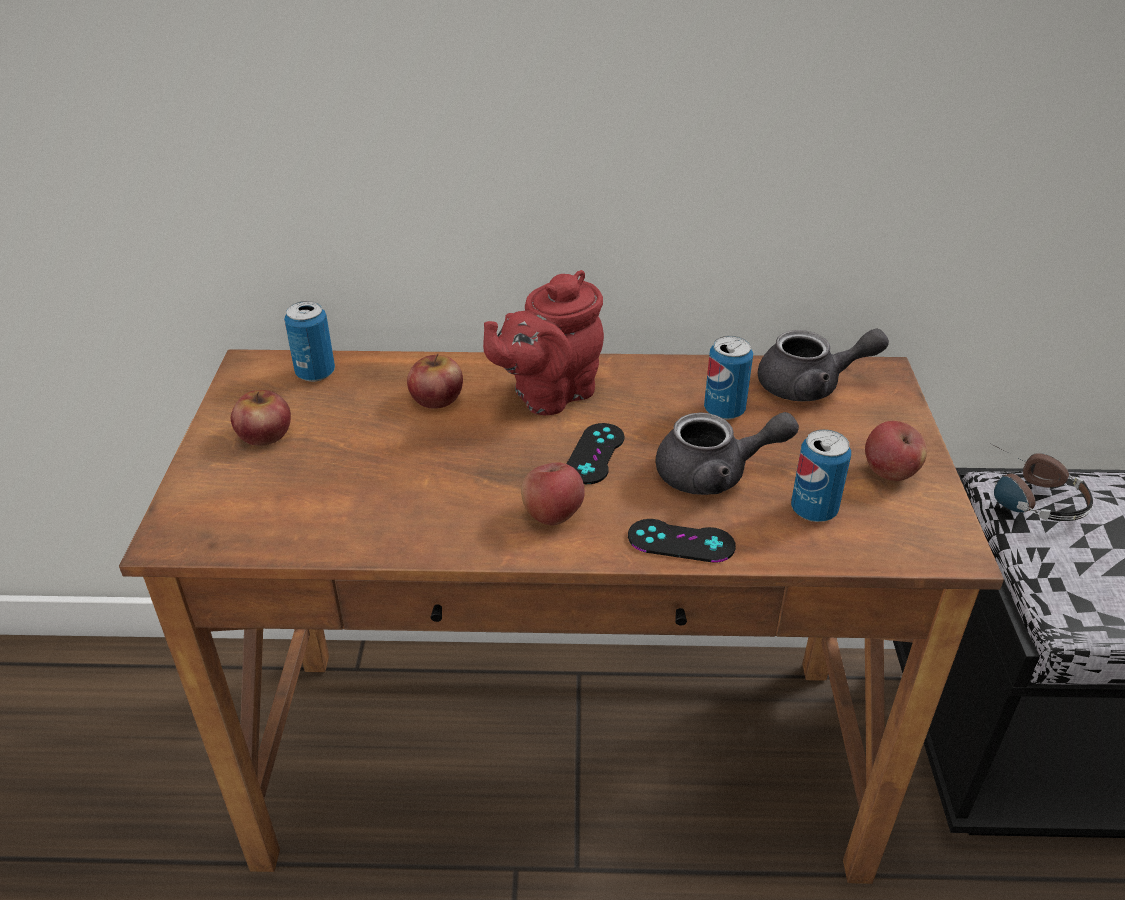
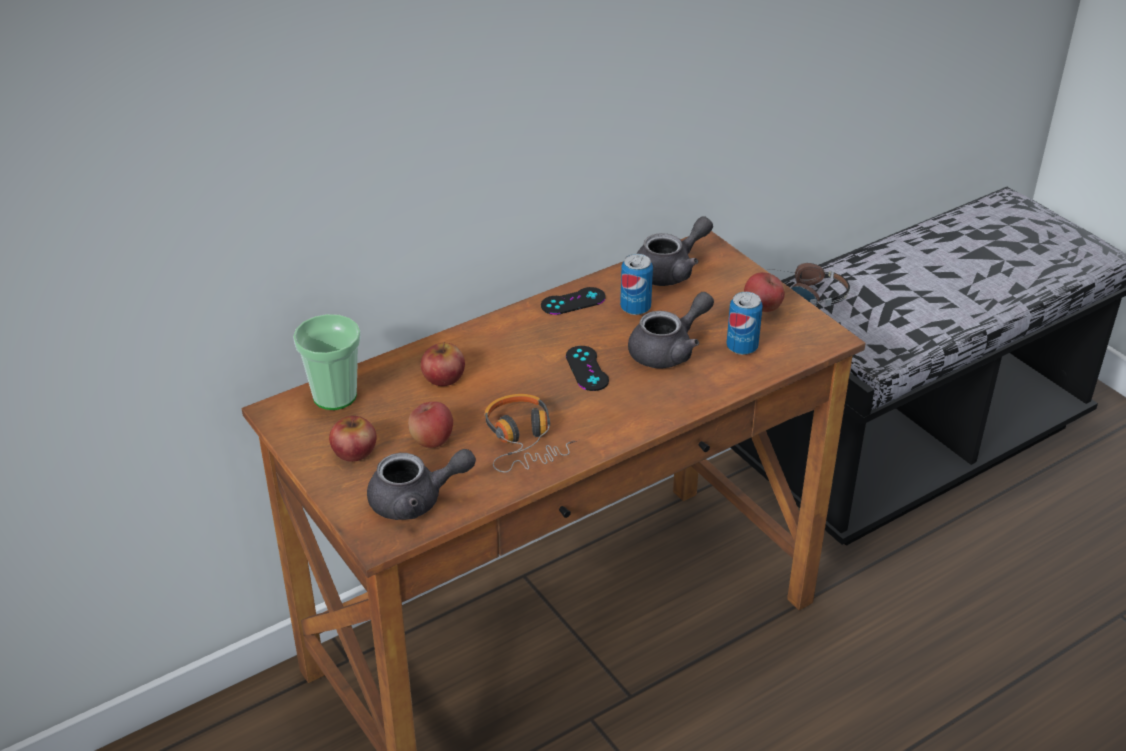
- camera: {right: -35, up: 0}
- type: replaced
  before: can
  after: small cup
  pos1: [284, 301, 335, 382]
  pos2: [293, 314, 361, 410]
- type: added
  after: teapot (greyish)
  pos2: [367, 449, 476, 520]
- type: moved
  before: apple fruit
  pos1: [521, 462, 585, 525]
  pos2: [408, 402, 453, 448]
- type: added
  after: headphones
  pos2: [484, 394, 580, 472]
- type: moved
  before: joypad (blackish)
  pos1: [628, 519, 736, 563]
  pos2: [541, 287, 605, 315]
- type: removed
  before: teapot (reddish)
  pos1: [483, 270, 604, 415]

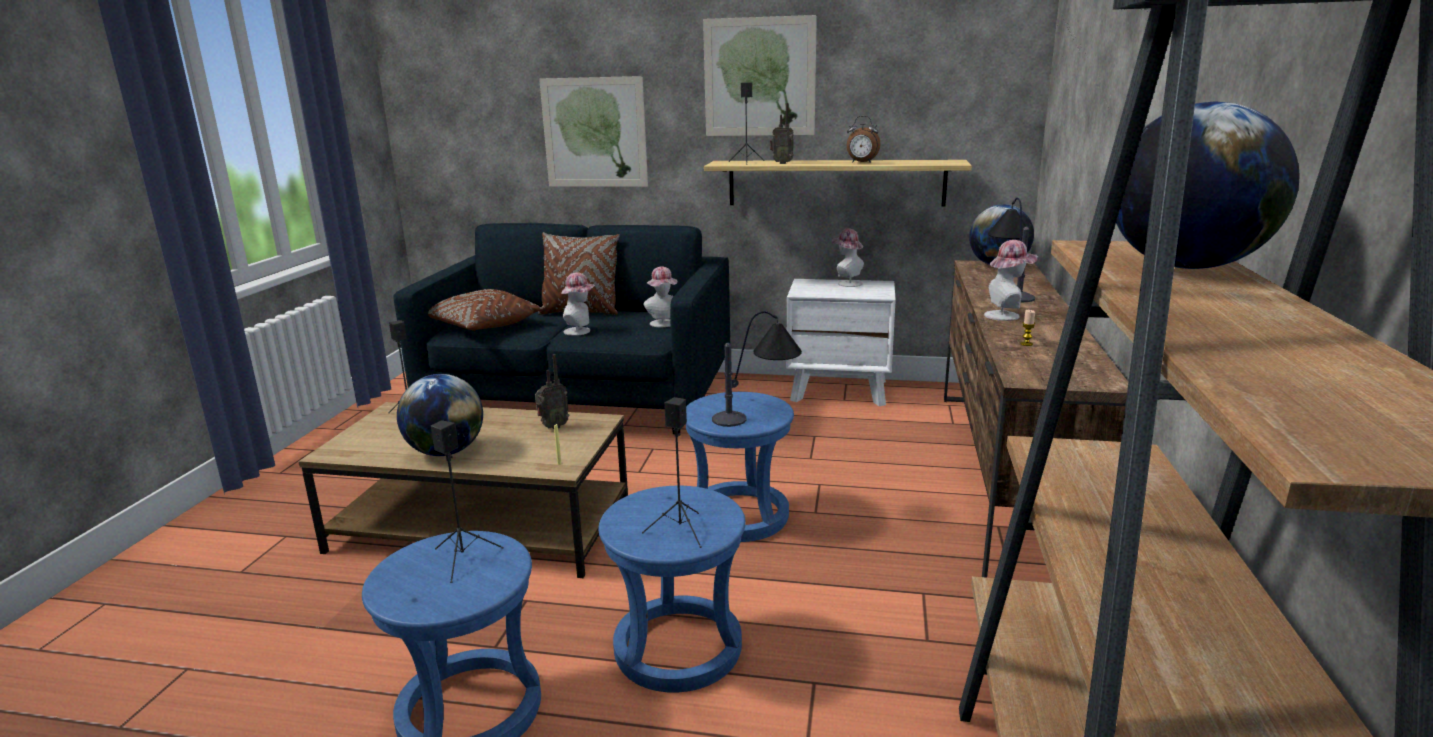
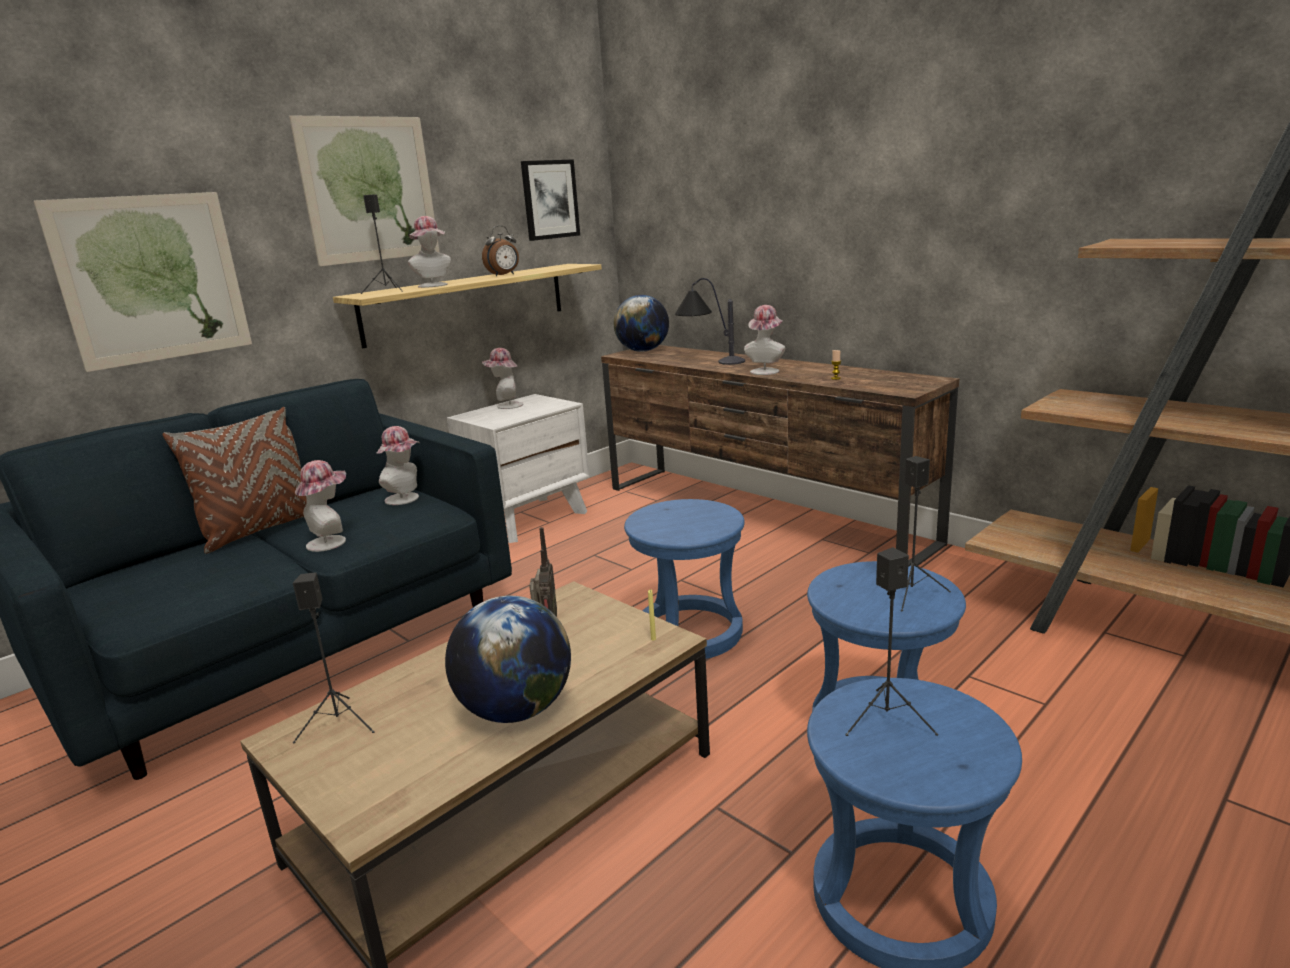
- camera: {right: -55, up: 0}
- type: replaced
  before: radio set
  after: wearable hat
  pos1: [770, 103, 794, 164]
  pos2: [408, 216, 451, 288]
- type: added
  after: wall picture
  pos2: [521, 159, 580, 241]
- type: removed
  before: throw pillow (brown-coloured)
  pos1: [428, 289, 543, 331]
- type: removed
  before: tabletop lamp
  pos1: [712, 311, 802, 427]
- type: removed
  before: desk globe
  pos1: [1116, 101, 1300, 269]

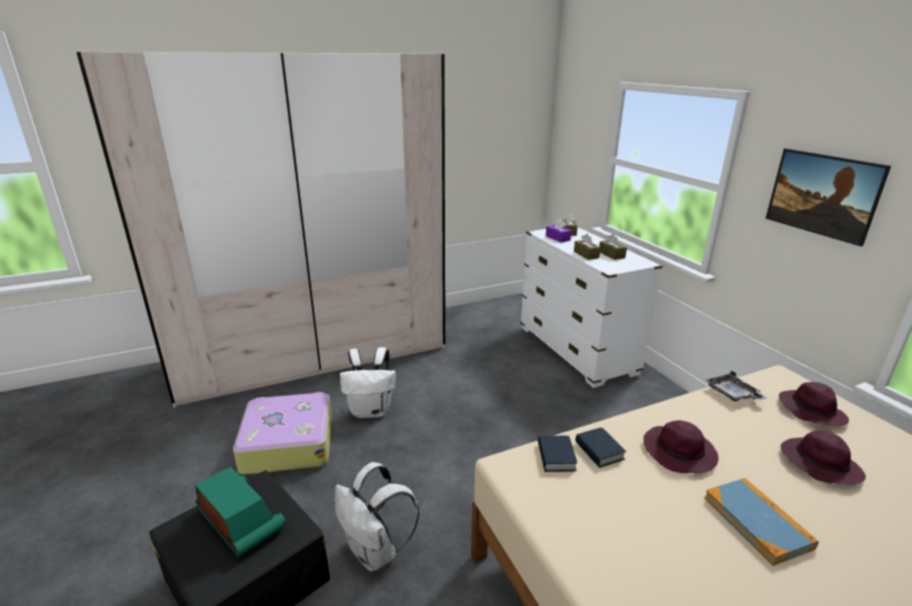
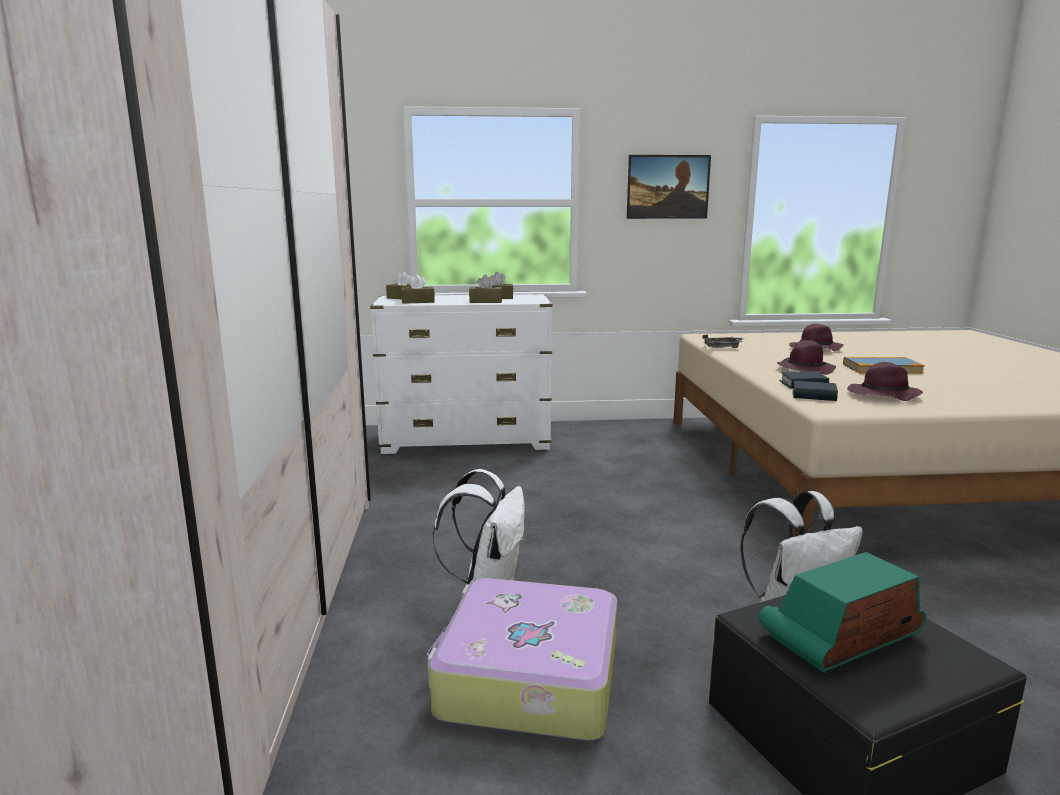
- camera: {right: -70, up: -10}
- type: recoloured
  before: tissue box (purplish)
  after: tissue box (brown-coloured)
  pos1: [546, 219, 571, 243]
  pos2: [401, 274, 435, 304]
- type: moved
  before: wearable hat (purplish)
  pos1: [779, 382, 849, 426]
  pos2: [847, 362, 923, 401]

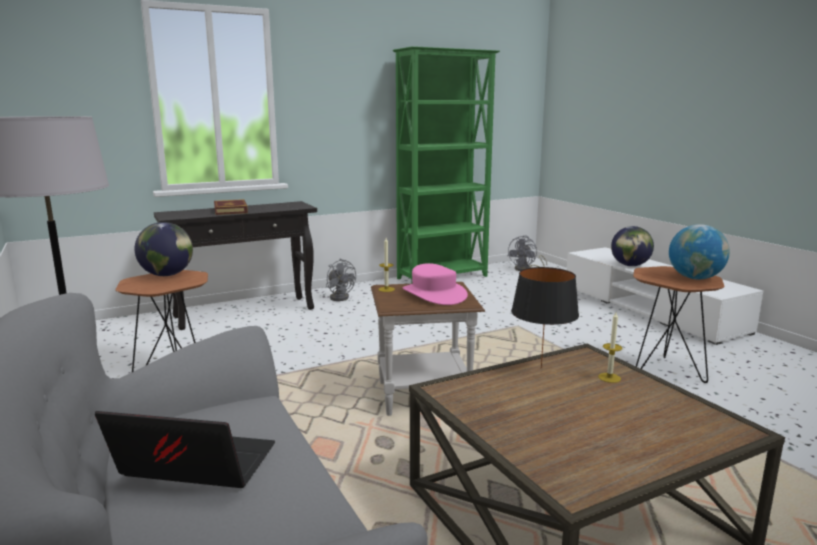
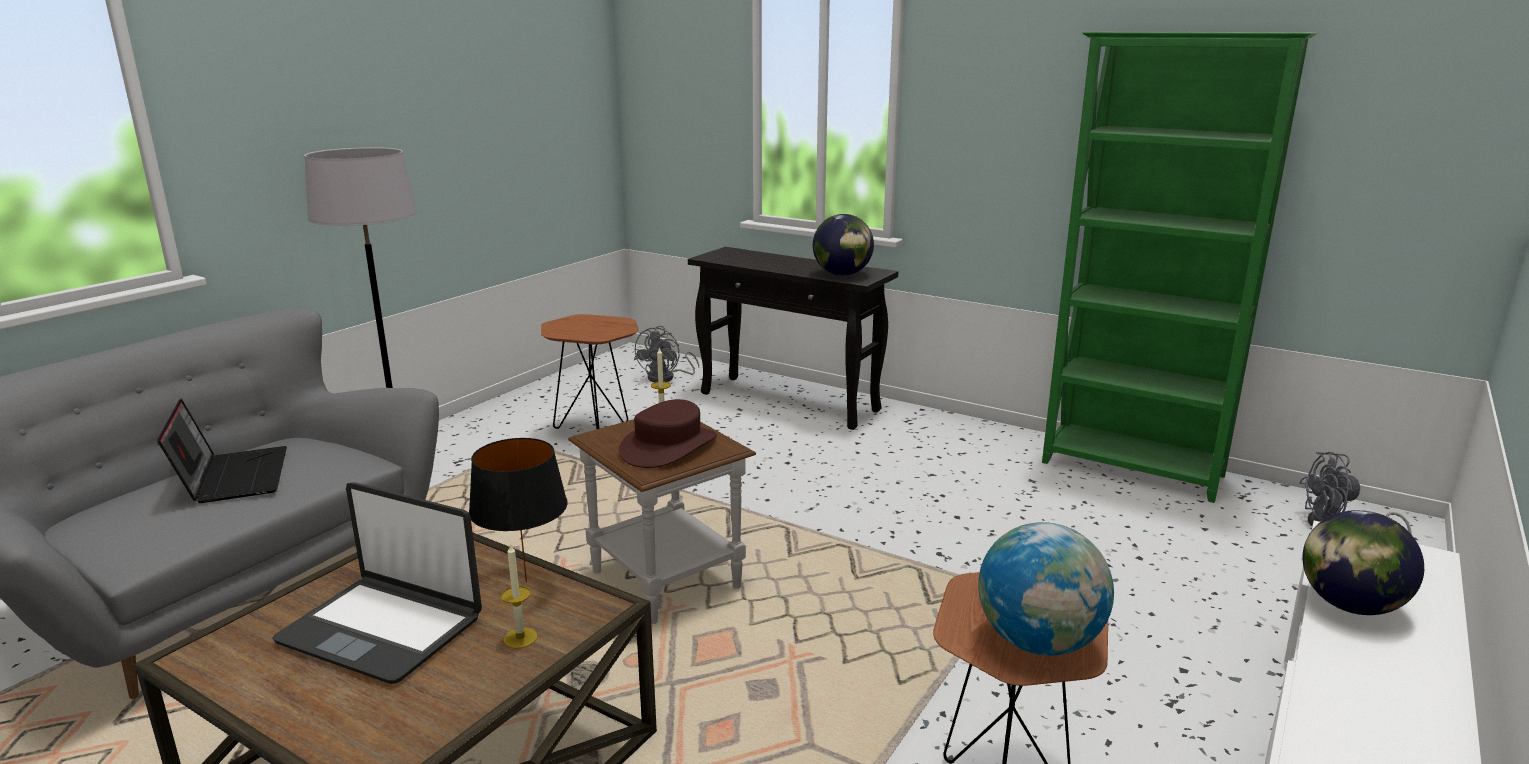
- camera: {right: 60, up: 5}
- type: added
  after: laptop
  pos2: [272, 482, 482, 684]
- type: recoloured
  before: wearable hat (pink)
  after: wearable hat (brown-coloured)
  pos1: [402, 263, 468, 305]
  pos2: [619, 399, 717, 468]
- type: moved
  before: fan (greyish)
  pos1: [326, 259, 356, 301]
  pos2: [634, 326, 699, 382]
- type: moved
  before: desk globe
  pos1: [134, 222, 193, 276]
  pos2: [813, 214, 874, 276]
- type: removed
  before: book
  pos1: [214, 199, 248, 215]

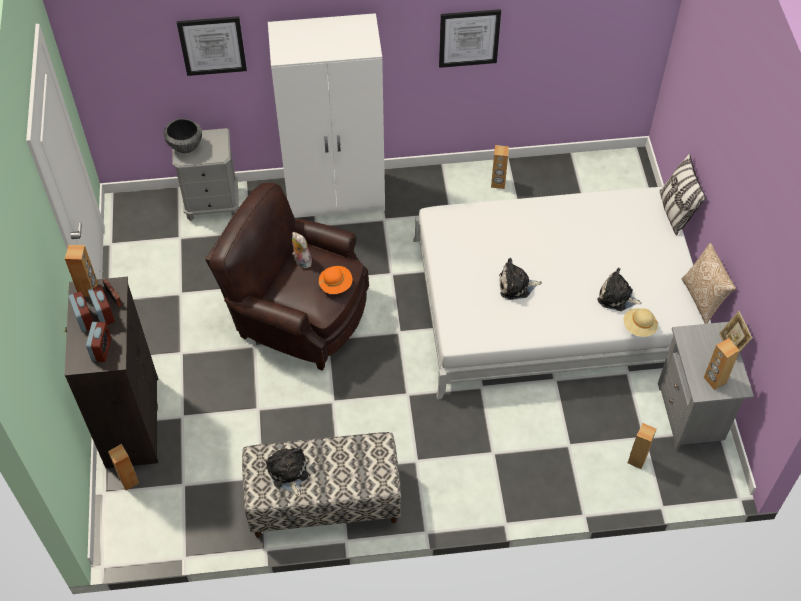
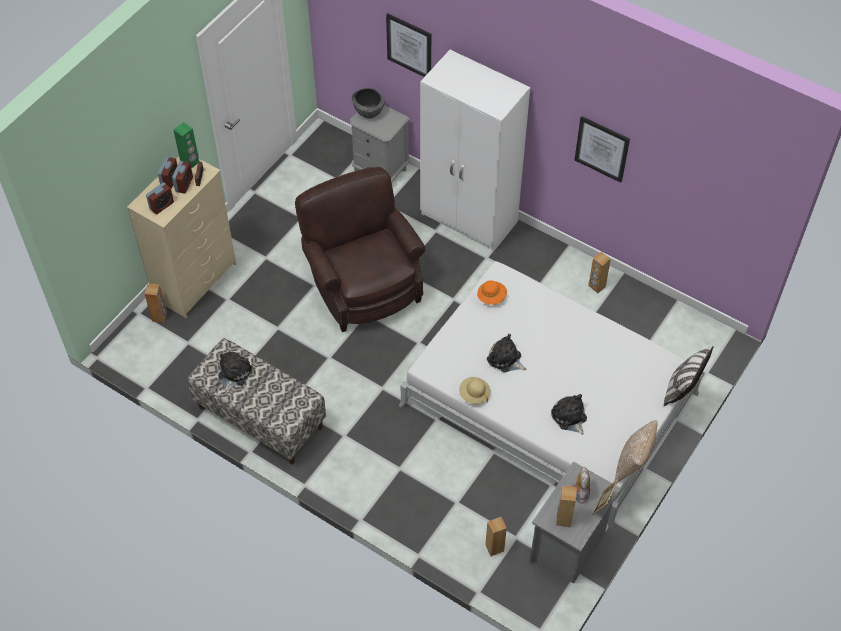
- camera: {right: 40, up: 0}
- type: recoloured
  before: chest of drawers (blackish)
  after: chest of drawers (beige)
  pos1: [63, 277, 158, 468]
  pos2: [127, 156, 236, 318]
- type: recoloured
  before: audio speaker (brown-coloured)
  after: audio speaker (green)
  pos1: [65, 245, 98, 297]
  pos2: [174, 122, 199, 169]
- type: moved
  before: wearable hat (beige)
  pos1: [624, 308, 658, 337]
  pos2: [459, 377, 490, 404]
- type: moved
  before: wearable hat (orange)
  pos1: [319, 266, 352, 294]
  pos2: [477, 280, 507, 305]
- type: moved
  before: plush toy
  pos1: [292, 232, 312, 269]
  pos2: [573, 466, 590, 504]

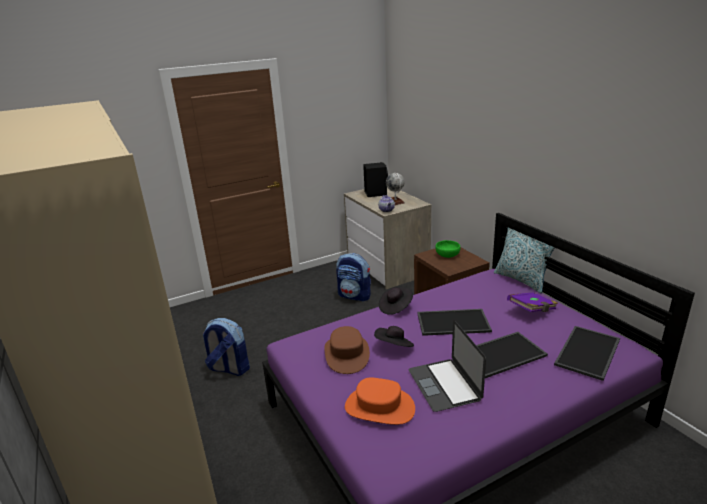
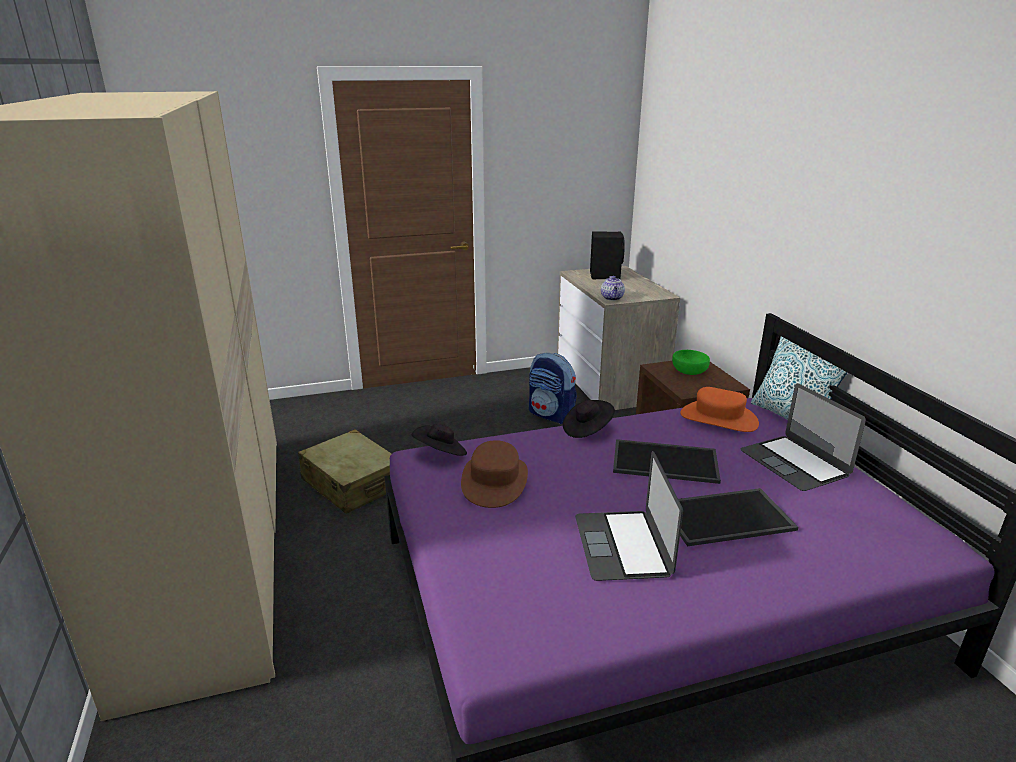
- camera: {right: 10, up: 0}
- type: replaced
  before: backpack
  after: piece of luggage (beige)
  pos1: [203, 318, 250, 376]
  pos2: [298, 429, 392, 514]
- type: moved
  before: wearable hat (blackish)
  pos1: [374, 326, 414, 347]
  pos2: [412, 424, 467, 456]
- type: moved
  before: wearable hat (orange)
  pos1: [345, 378, 415, 425]
  pos2: [680, 387, 759, 432]
- type: replaced
  before: book (purplish)
  after: laptop
  pos1: [507, 292, 558, 312]
  pos2: [741, 383, 866, 491]
- type: removed
  before: desk globe
  pos1: [386, 173, 405, 205]
- type: removed
  before: tray
  pos1: [554, 326, 620, 381]

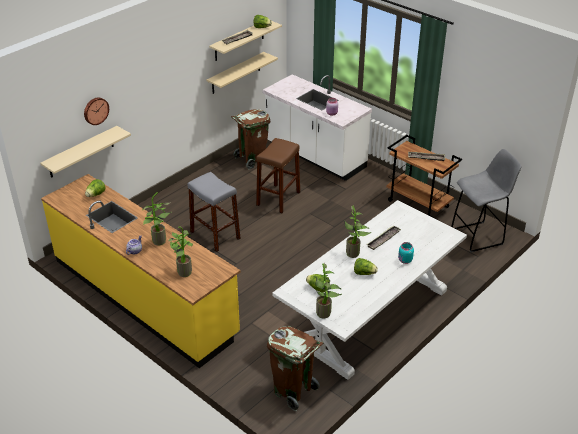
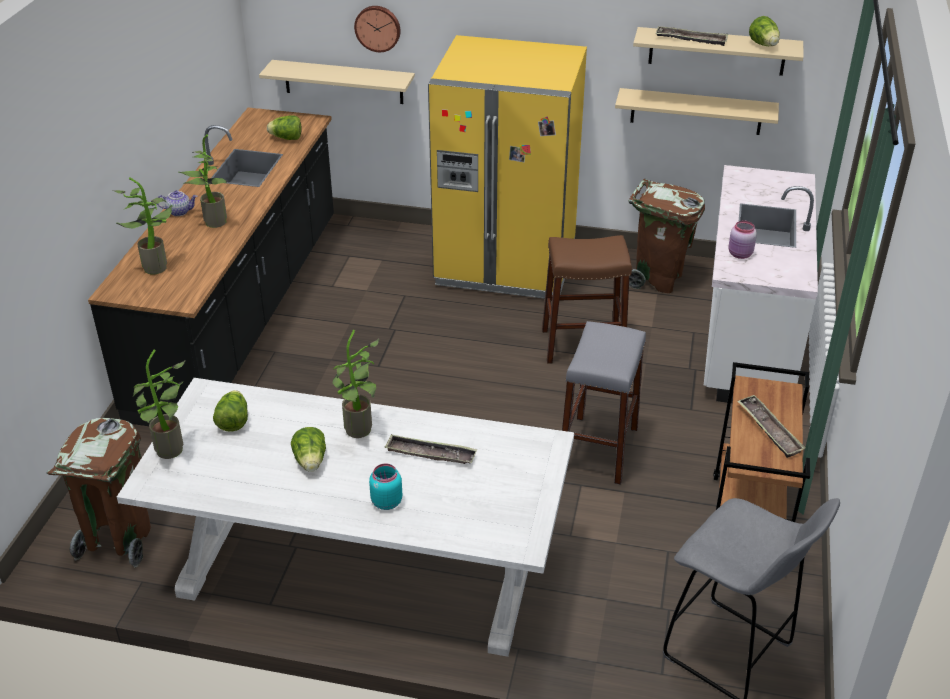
- camera: {right: 60, up: 0}
- type: recoloured
  before: kitchen counter (yellow-coloured)
  after: kitchen counter (blackish)
  pos1: [41, 174, 240, 368]
  pos2: [88, 108, 334, 426]
- type: added
  after: kitchen fridge (yellow-coloured)
  pos2: [428, 35, 587, 299]
- type: moved
  before: stool seat (greyish)
  pos1: [188, 172, 241, 252]
  pos2: [562, 321, 646, 485]

